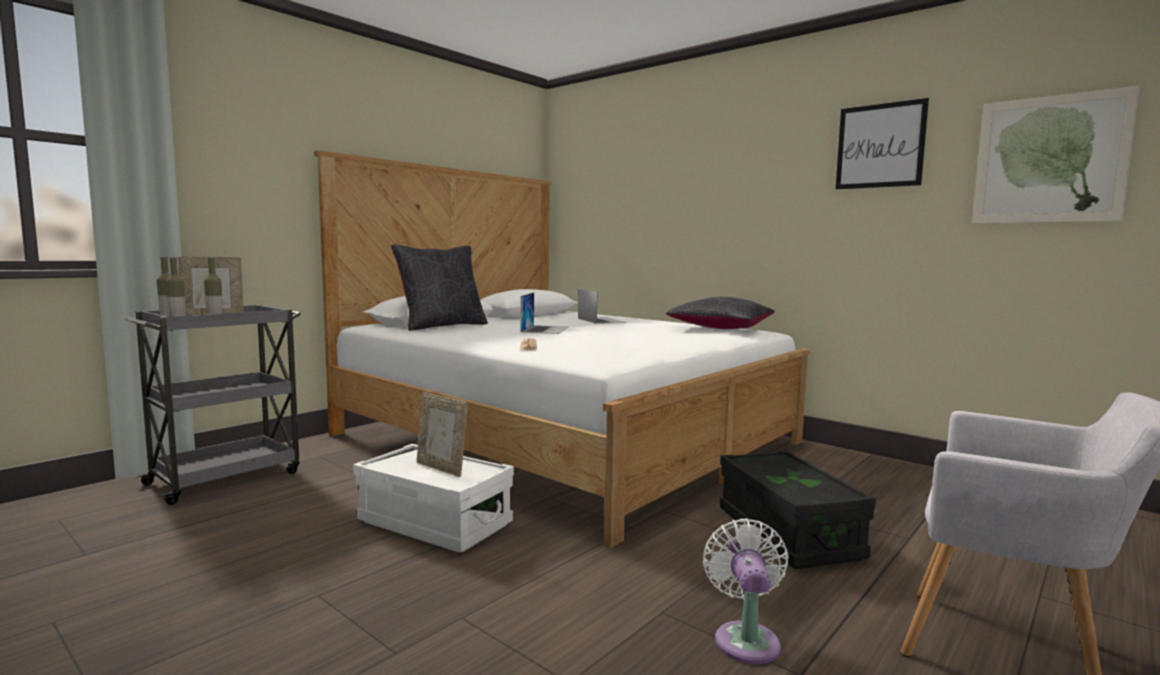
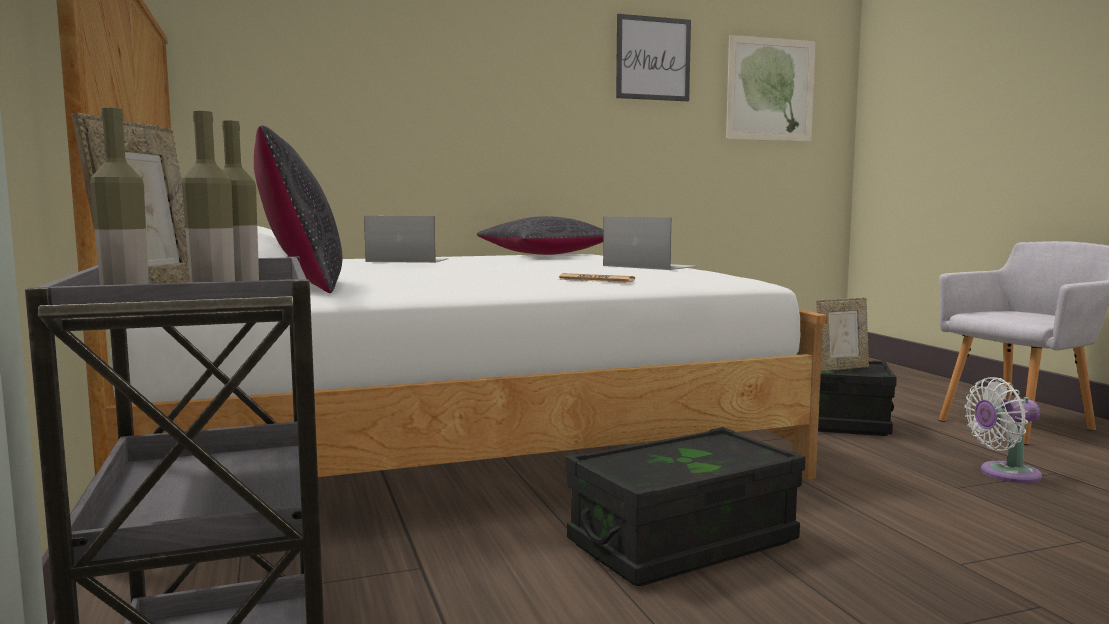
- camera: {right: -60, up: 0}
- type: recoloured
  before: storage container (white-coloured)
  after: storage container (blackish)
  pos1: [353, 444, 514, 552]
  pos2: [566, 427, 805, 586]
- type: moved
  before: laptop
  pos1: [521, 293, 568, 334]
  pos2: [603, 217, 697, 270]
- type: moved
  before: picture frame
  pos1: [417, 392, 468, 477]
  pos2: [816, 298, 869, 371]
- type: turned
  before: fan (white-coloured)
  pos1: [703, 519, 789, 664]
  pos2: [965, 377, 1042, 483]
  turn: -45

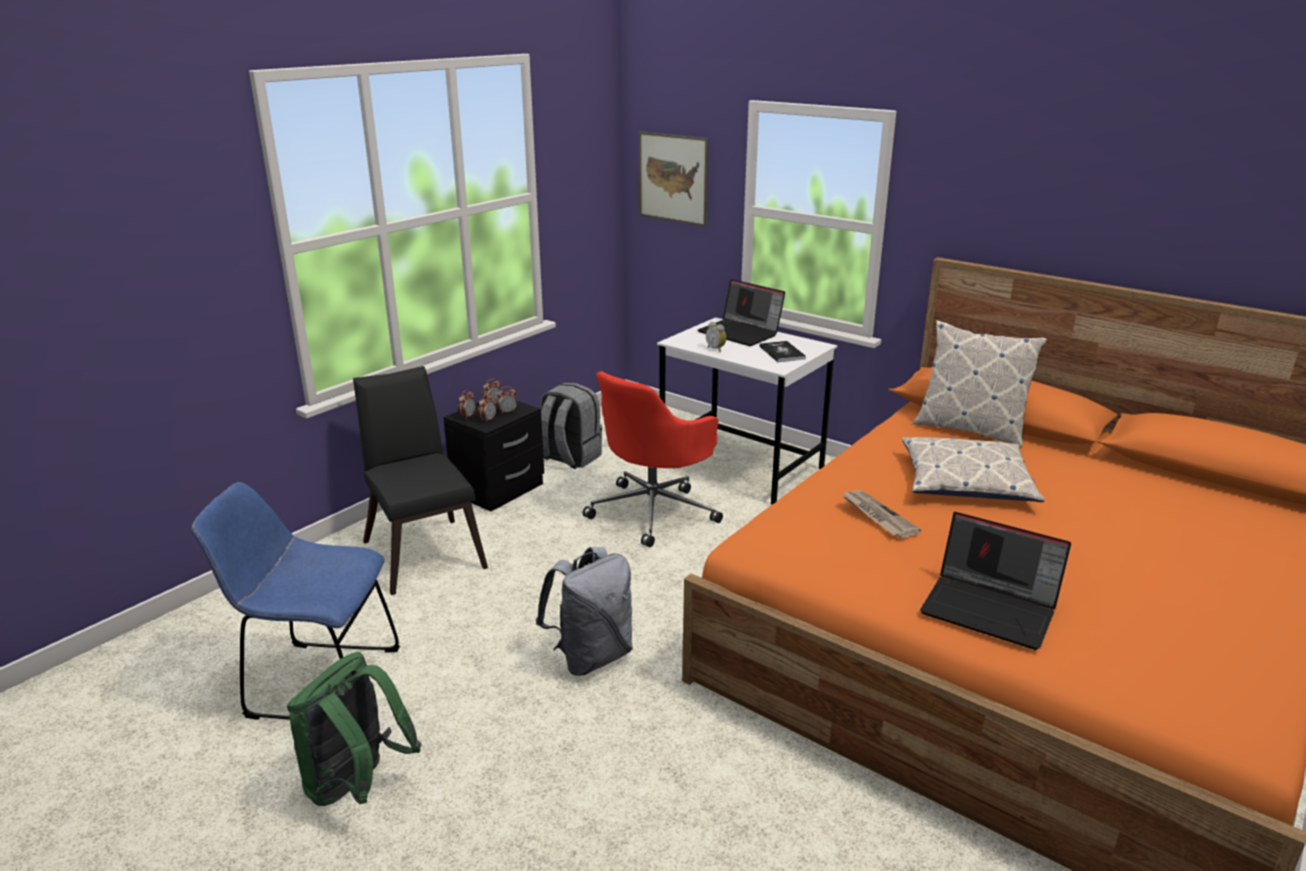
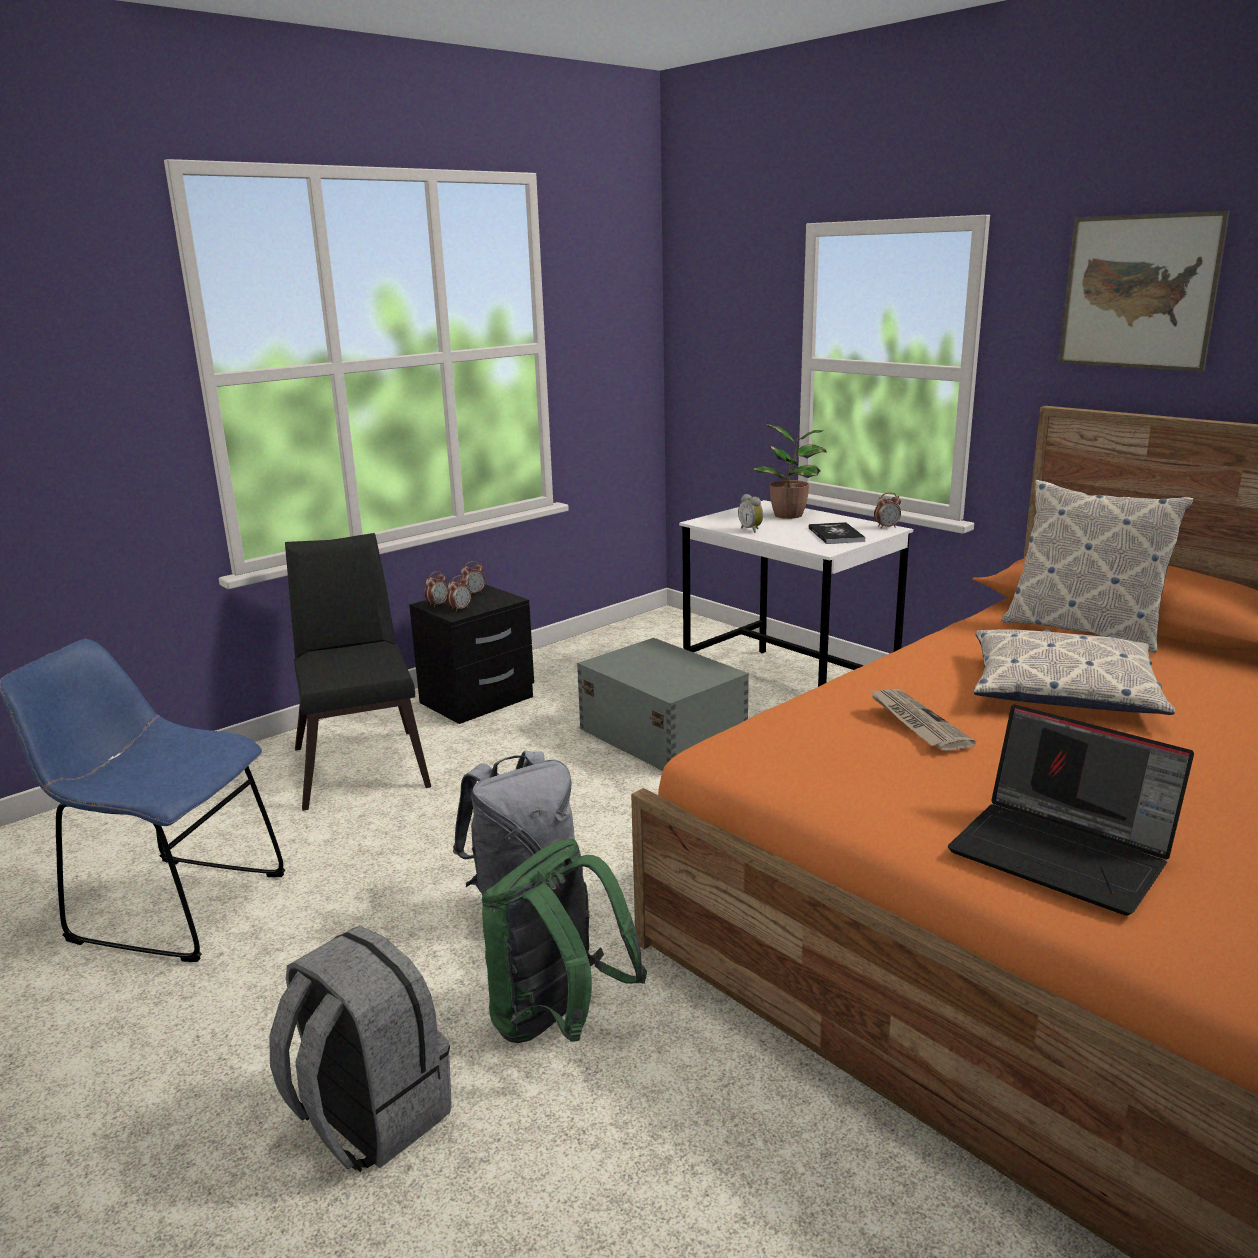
- camera: {right: 10, up: -5}
- type: moved
  before: backpack (greyish)
  pos1: [540, 383, 602, 469]
  pos2: [269, 926, 452, 1173]
- type: moved
  before: backpack (green)
  pos1: [287, 652, 422, 806]
  pos2: [482, 839, 647, 1043]
- type: replaced
  before: desk chair (reddish)
  after: storage container (greyish)
  pos1: [583, 371, 723, 547]
  pos2: [577, 638, 749, 771]
- type: replaced
  before: laptop
  after: houseplant
  pos1: [698, 279, 785, 346]
  pos2: [753, 424, 827, 519]
- type: moved
  before: bedside clock
  pos1: [496, 386, 517, 414]
  pos2: [874, 492, 901, 529]
- type: moved
  before: wall picture
  pos1: [639, 131, 709, 226]
  pos2: [1058, 211, 1230, 372]

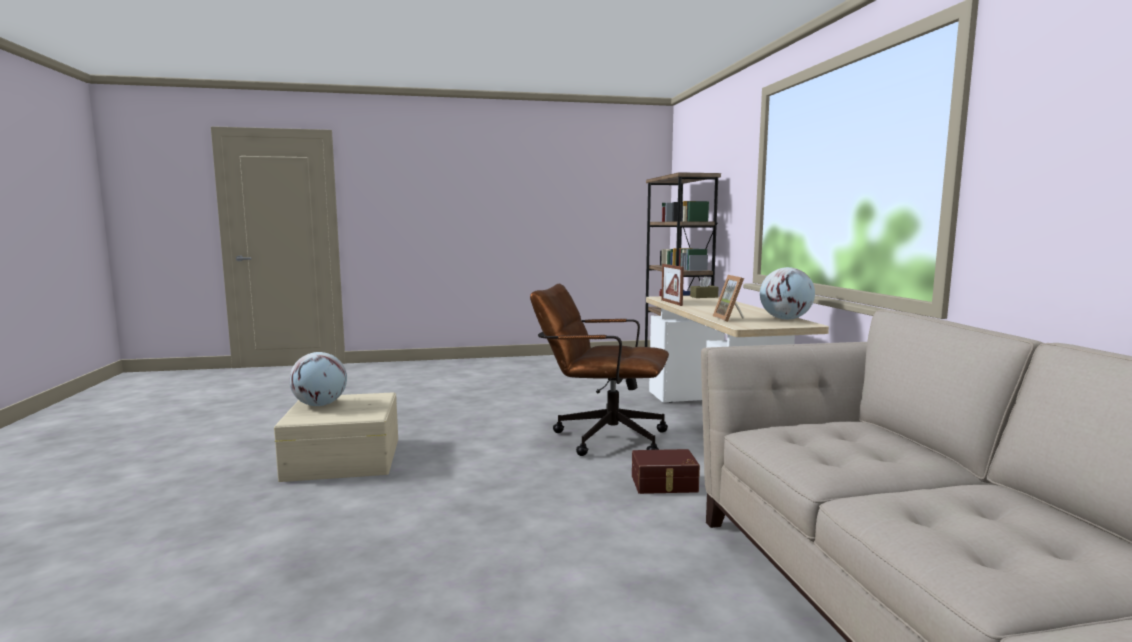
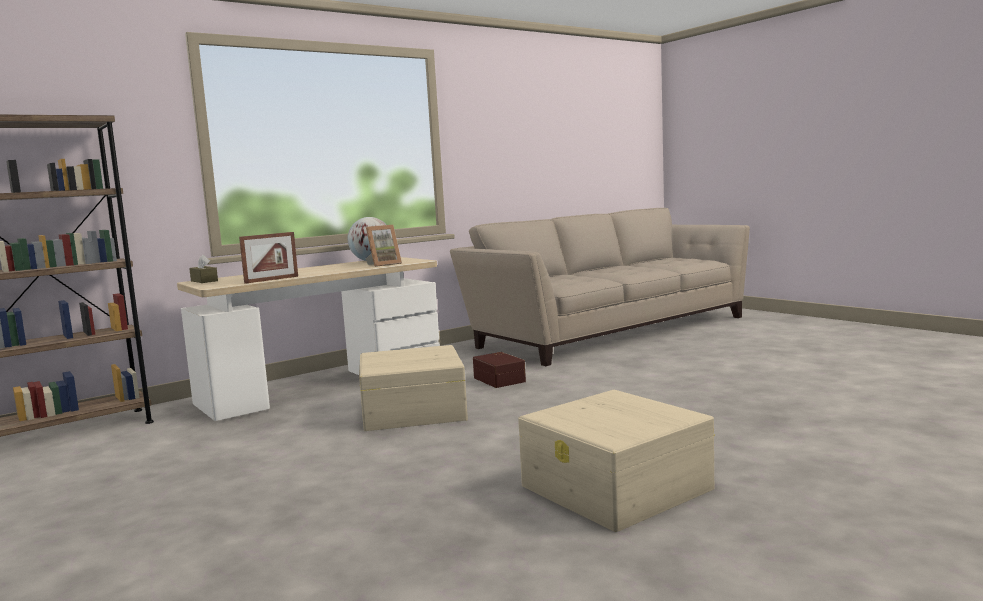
- camera: {right: -115, up: 0}
- type: replaced
  before: desk chair (brown-coloured)
  after: storage container (beige)
  pos1: [530, 284, 669, 456]
  pos2: [359, 345, 468, 431]
- type: removed
  before: desk globe
  pos1: [289, 352, 347, 406]

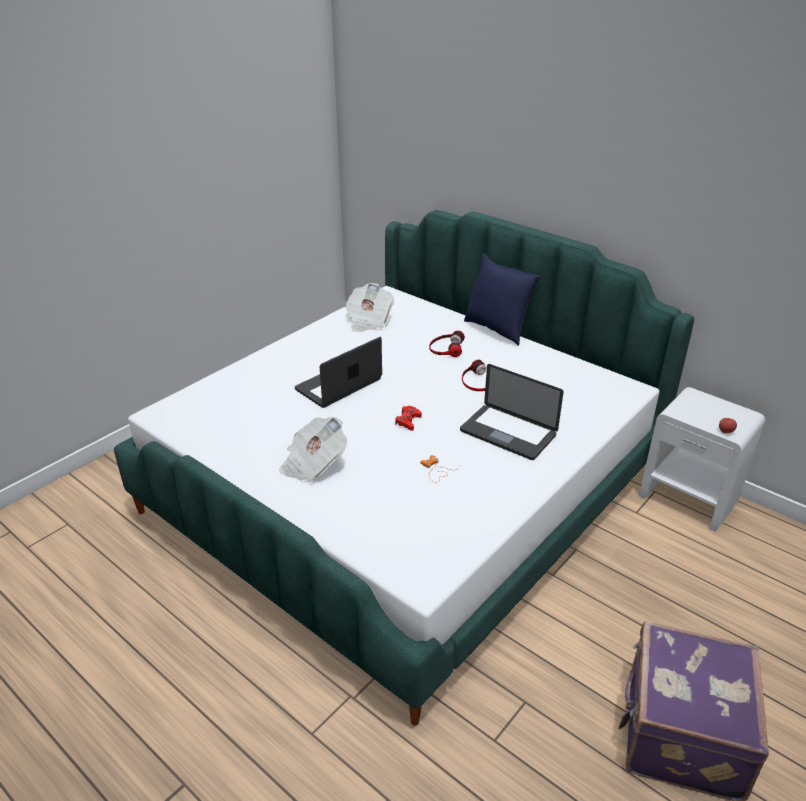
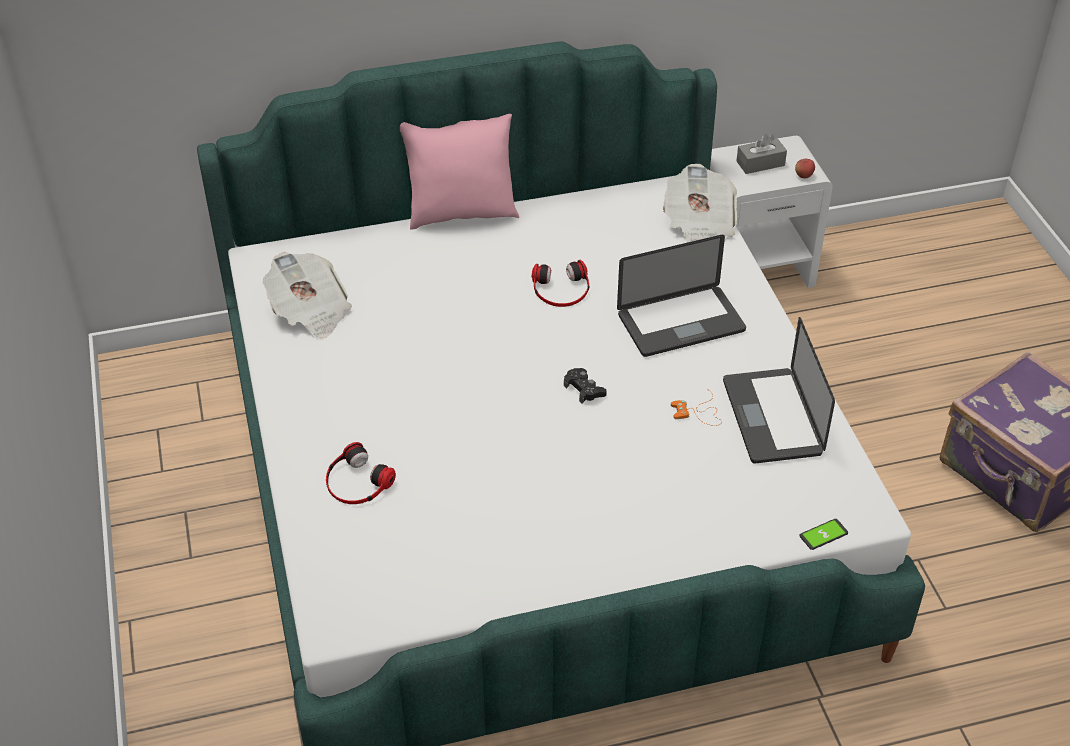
- camera: {right: -55, up: 10}
- type: moved
  before: headphones
  pos1: [429, 331, 465, 357]
  pos2: [326, 442, 396, 504]
- type: recoloured
  before: throw pillow (bluish)
  after: throw pillow (pink)
  pos1: [464, 253, 540, 346]
  pos2: [400, 114, 519, 230]
- type: recoloured
  before: joypad (reddish)
  after: joypad (blackish)
  pos1: [395, 406, 422, 431]
  pos2: [564, 368, 607, 404]
- type: moved
  before: printed paper
  pos1: [279, 417, 347, 482]
  pos2: [663, 164, 737, 243]
- type: moved
  before: laptop
  pos1: [295, 337, 382, 408]
  pos2: [723, 317, 835, 463]
- type: added
  after: tissue box (greyish)
  pos2: [736, 134, 787, 174]
- type: added
  after: handset
  pos2: [799, 519, 848, 550]

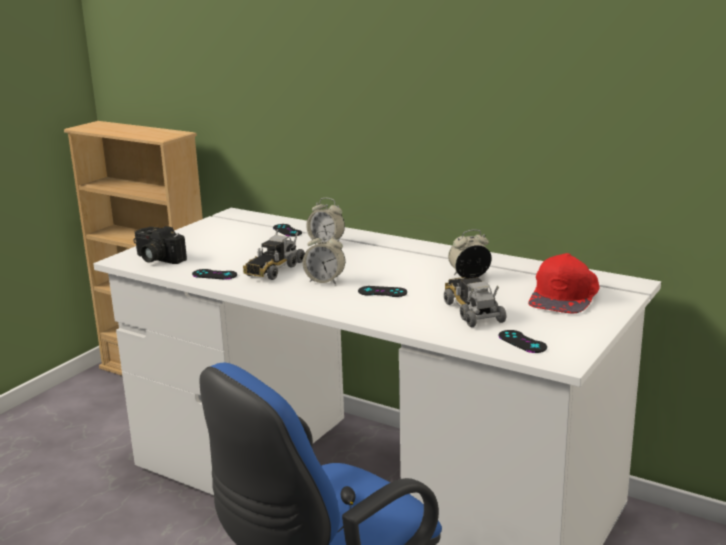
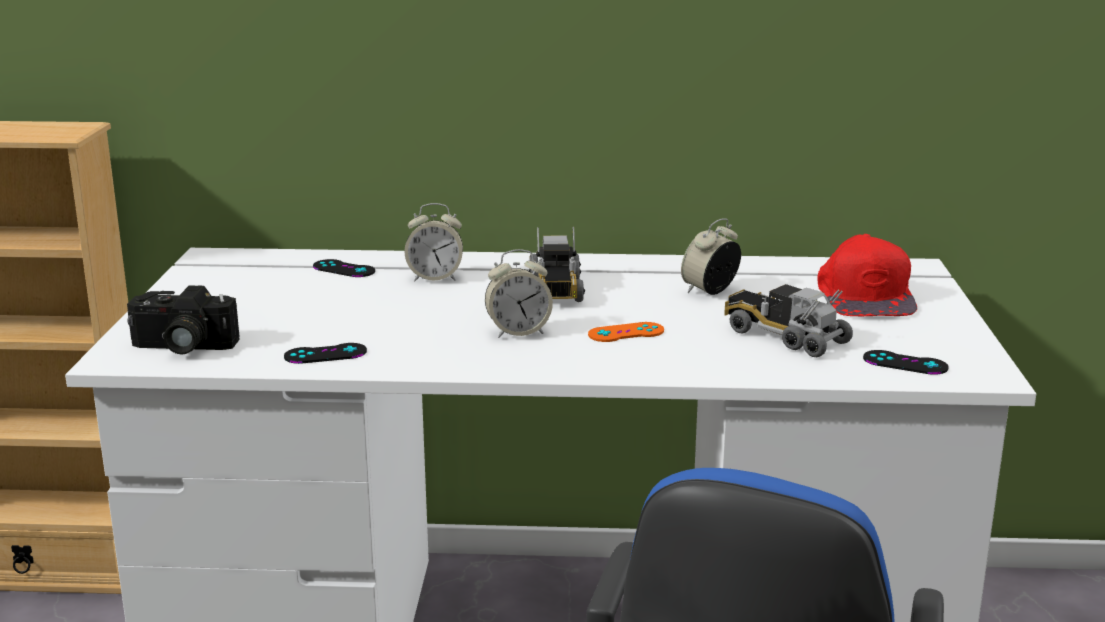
- camera: {right: -30, up: 0}
- type: moved
  before: toy lorry
  pos1: [243, 229, 305, 280]
  pos2: [529, 227, 585, 302]
- type: recoloured
  before: joypad (blackish)
  after: joypad (orange)
  pos1: [358, 286, 407, 297]
  pos2: [588, 322, 664, 342]

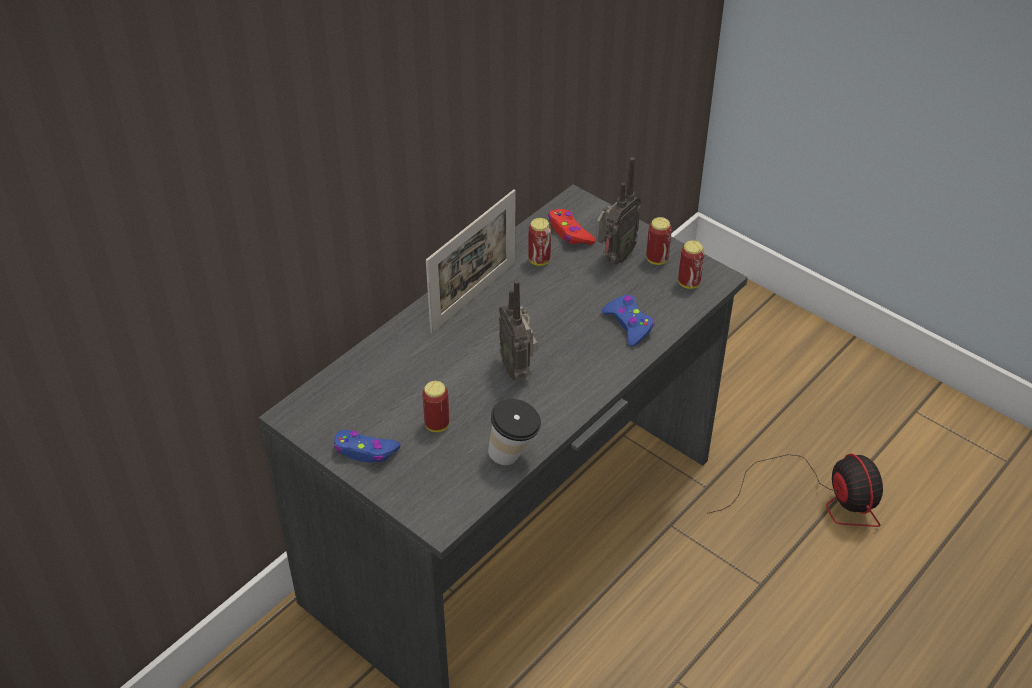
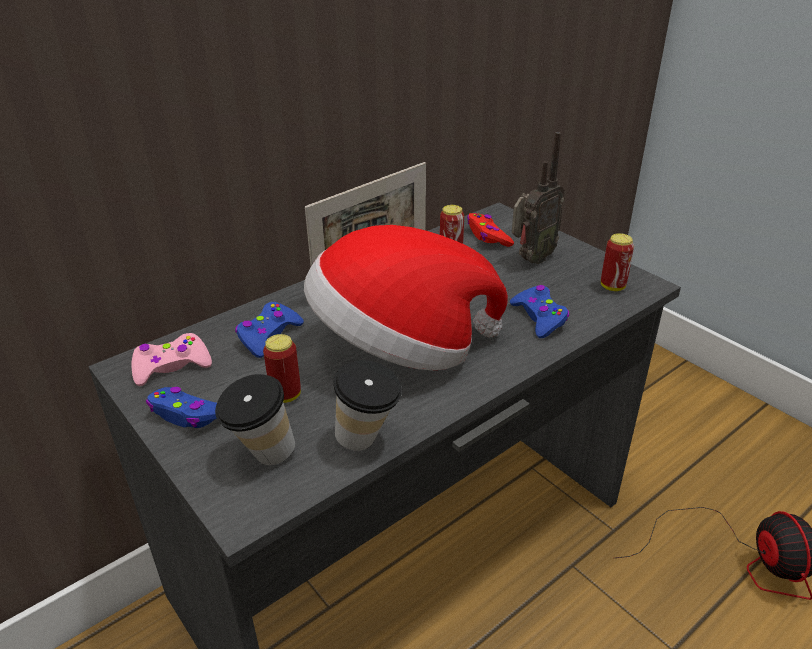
- camera: {right: 10, up: -10}
- type: added
  after: joypad (pink)
  pos2: [131, 333, 212, 386]
- type: added
  after: small cup
  pos2: [215, 374, 295, 465]
- type: added
  after: joypad (bluish)
  pos2: [235, 302, 304, 358]
- type: replaced
  before: radio set
  after: wearable hat
  pos1: [499, 280, 538, 380]
  pos2: [304, 225, 508, 371]
- type: removed
  before: can
  pos1: [646, 217, 672, 265]

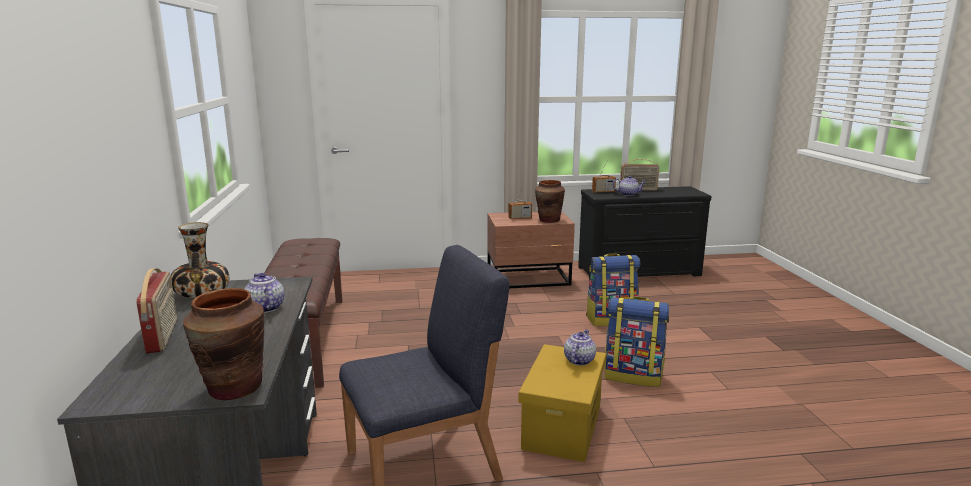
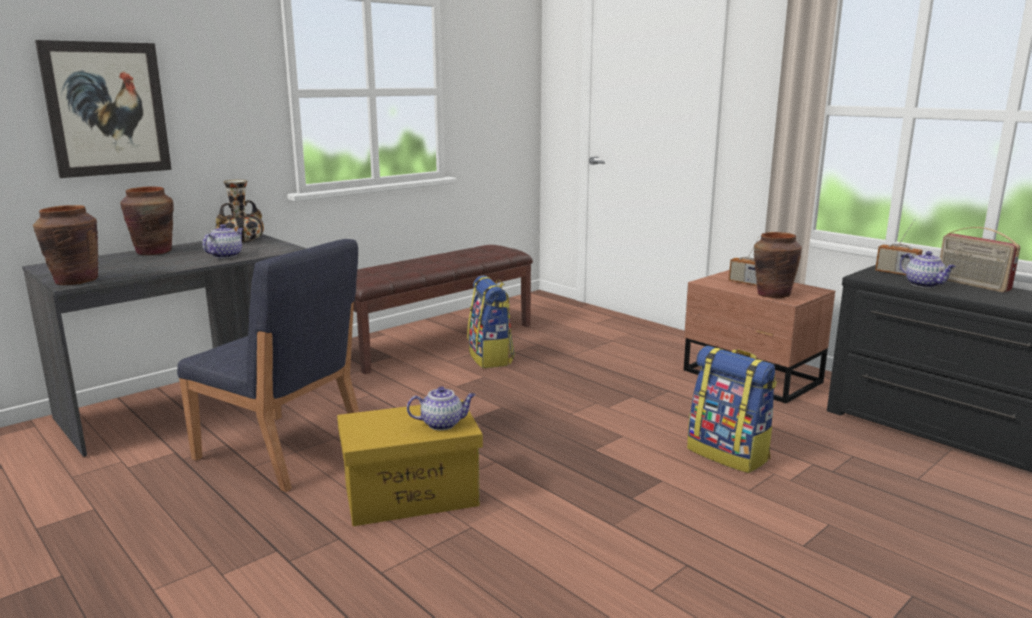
- camera: {right: 55, up: 0}
- type: added
  after: wall picture
  pos2: [35, 40, 172, 178]
- type: replaced
  before: radio set
  after: decorative vase (brown-coloured)
  pos1: [136, 268, 177, 353]
  pos2: [120, 186, 174, 255]
- type: moved
  before: backpack
  pos1: [605, 296, 669, 387]
  pos2: [467, 276, 515, 368]

